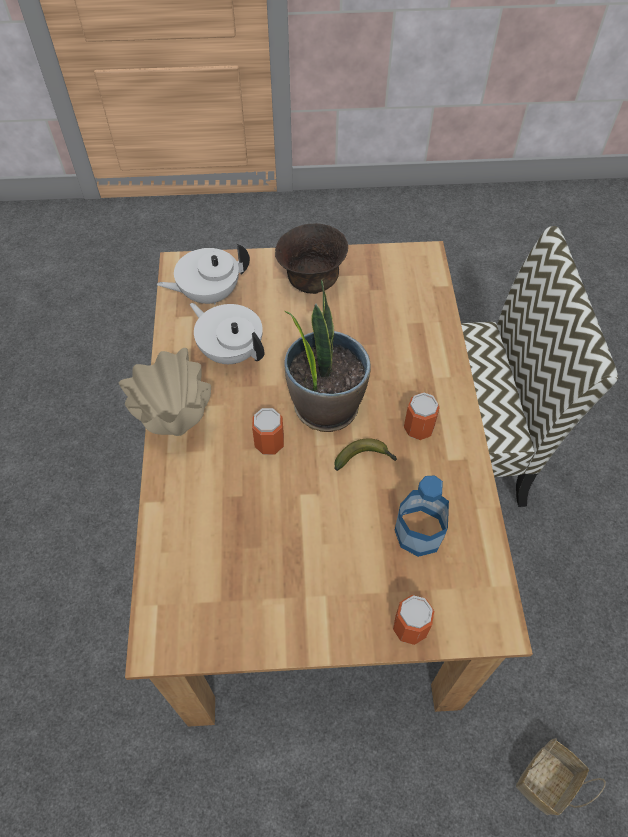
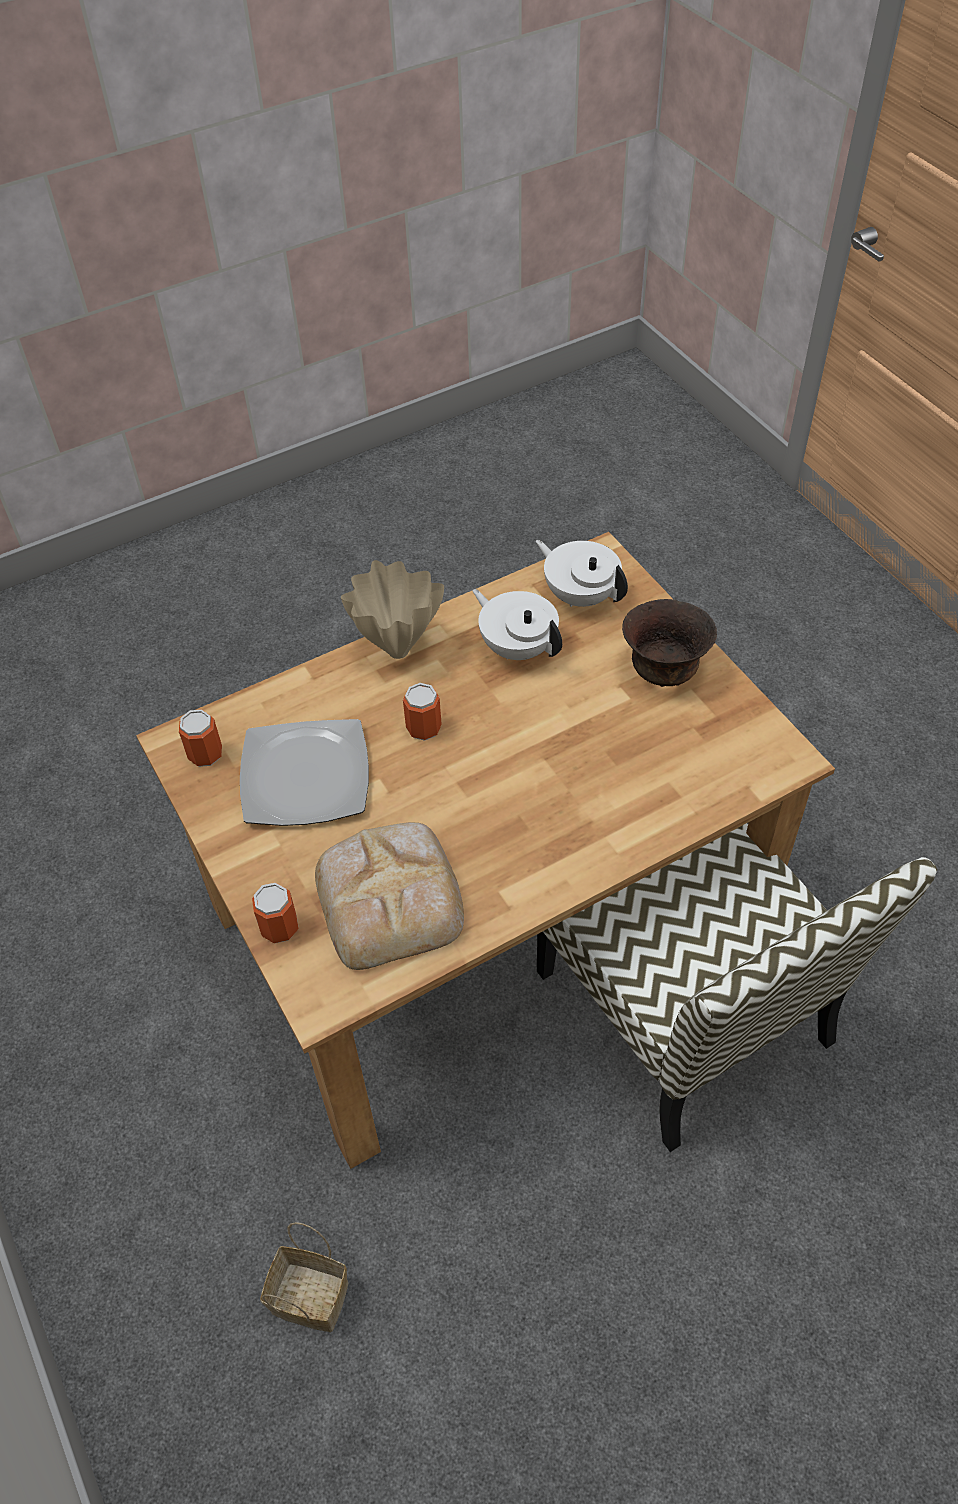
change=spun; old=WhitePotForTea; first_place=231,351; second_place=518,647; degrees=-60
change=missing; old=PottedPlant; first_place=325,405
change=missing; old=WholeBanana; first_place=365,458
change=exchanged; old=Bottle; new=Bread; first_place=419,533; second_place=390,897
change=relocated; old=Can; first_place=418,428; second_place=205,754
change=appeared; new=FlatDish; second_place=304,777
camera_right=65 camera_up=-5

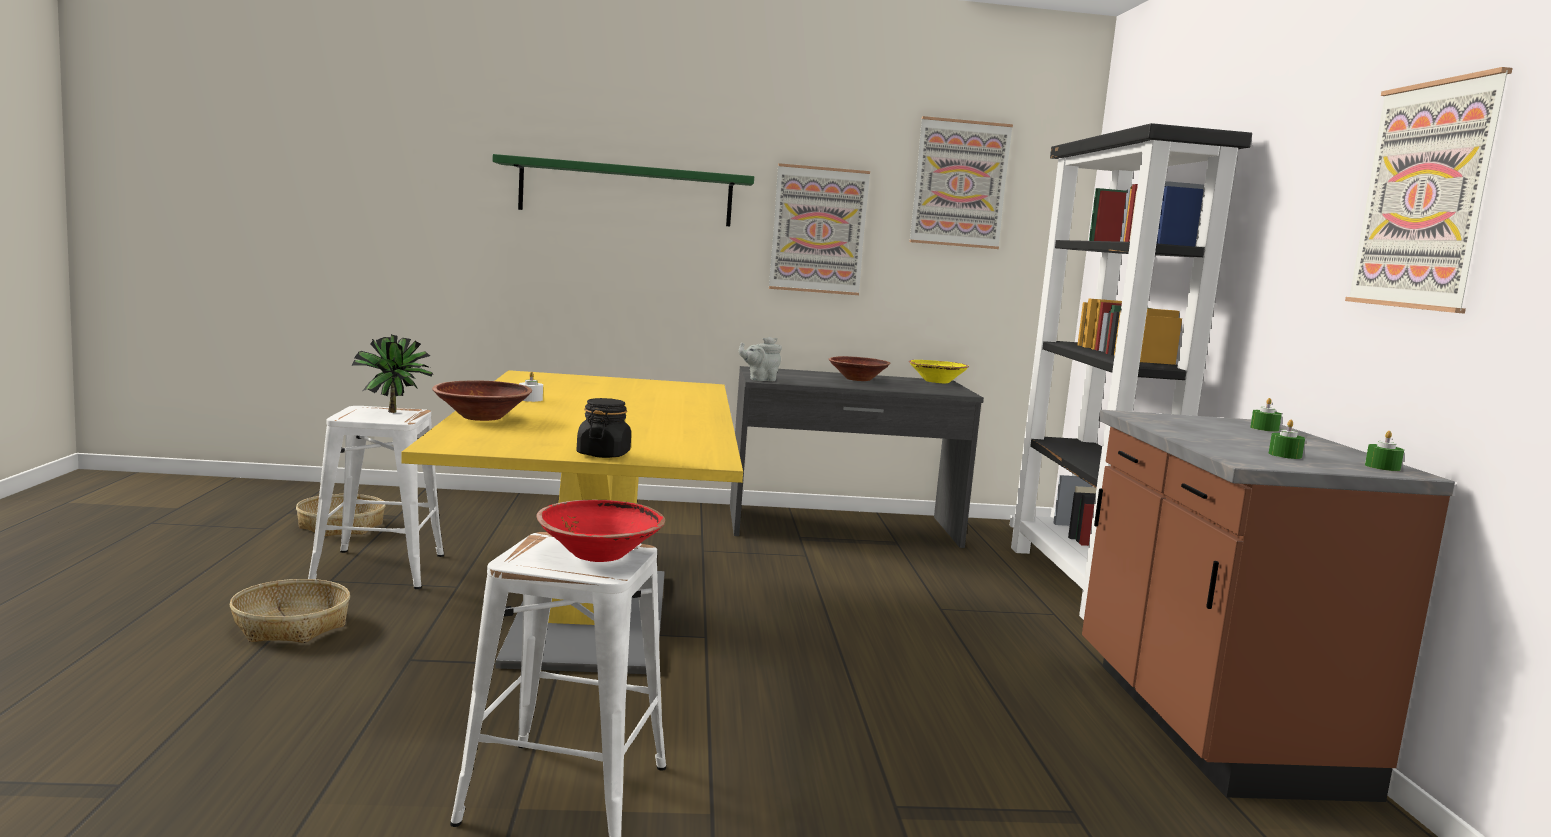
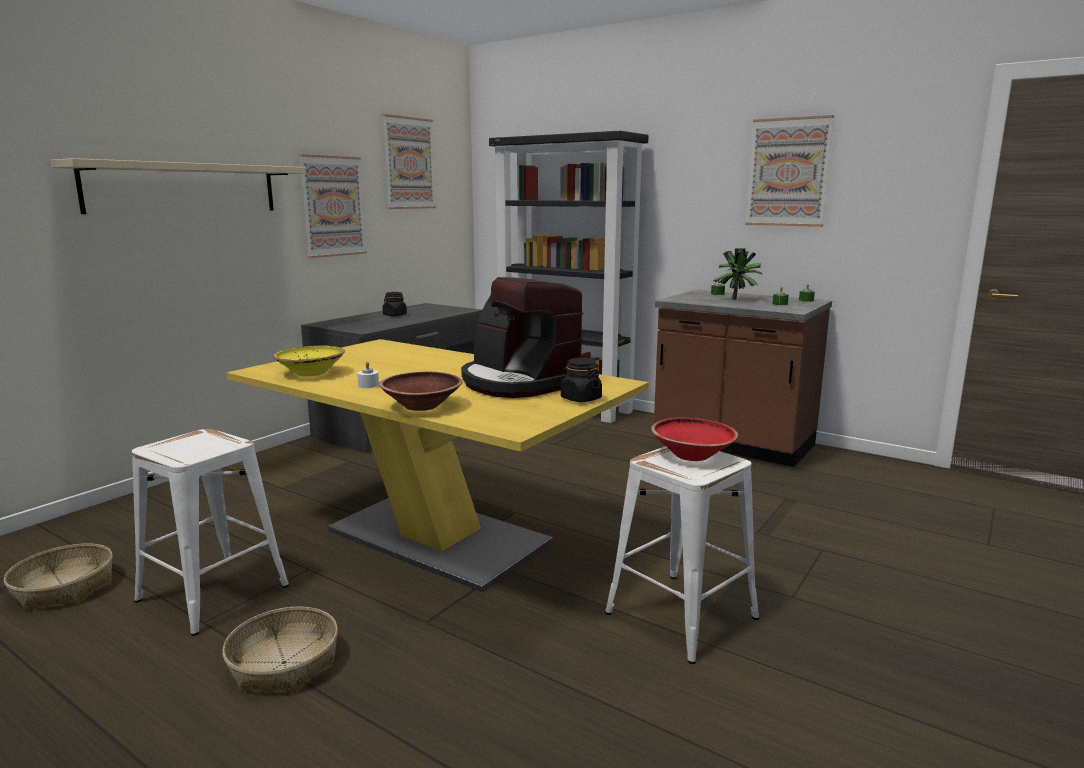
change=relocated; old=PottedPlant; first_place=394,413; second_place=737,299
change=colour; old=GreenColouredWallShelf; new=SandColouredWallShelf; first_place=626,193; second_place=184,188
change=missing; old=GrayPotForTea; first_place=760,379
change=exchanged; old=BrownishBowl; new=BlackColouredJar; first_place=858,379; second_place=394,315
change=relocated; old=YellowishBowl; first_place=937,381; second_place=311,373
change=appeared; new=CoffeeMaker; second_place=518,382
camera_right=-50 camera_up=5

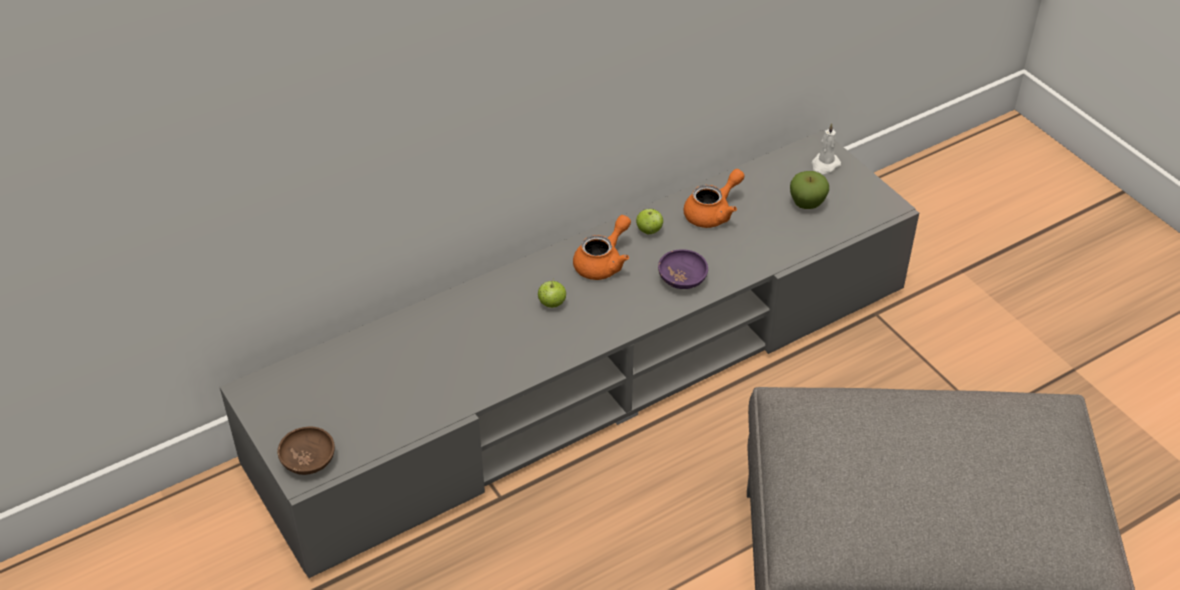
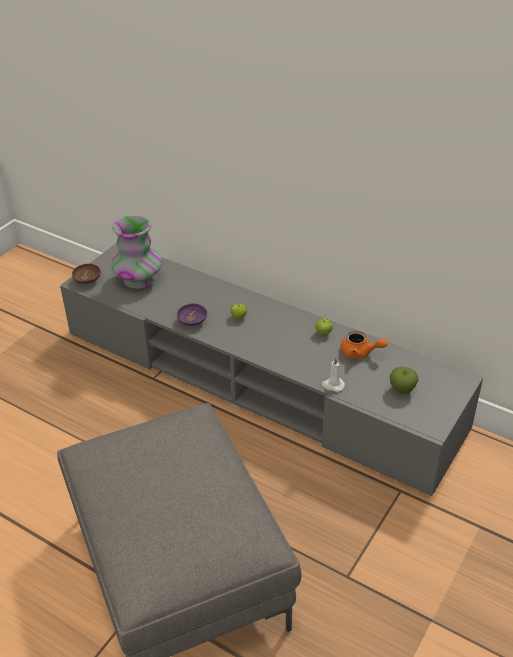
change=missing; old=OrangePotForTea; first_place=603,262
change=relocated; old=PurpleColouredBowl; first_place=682,279; second_place=192,321
change=relocated; old=WhiteCandle; first_place=824,165; second_place=332,385
change=appeared; new=FlowerVase; second_place=139,280
camera_right=65 camera_up=-5

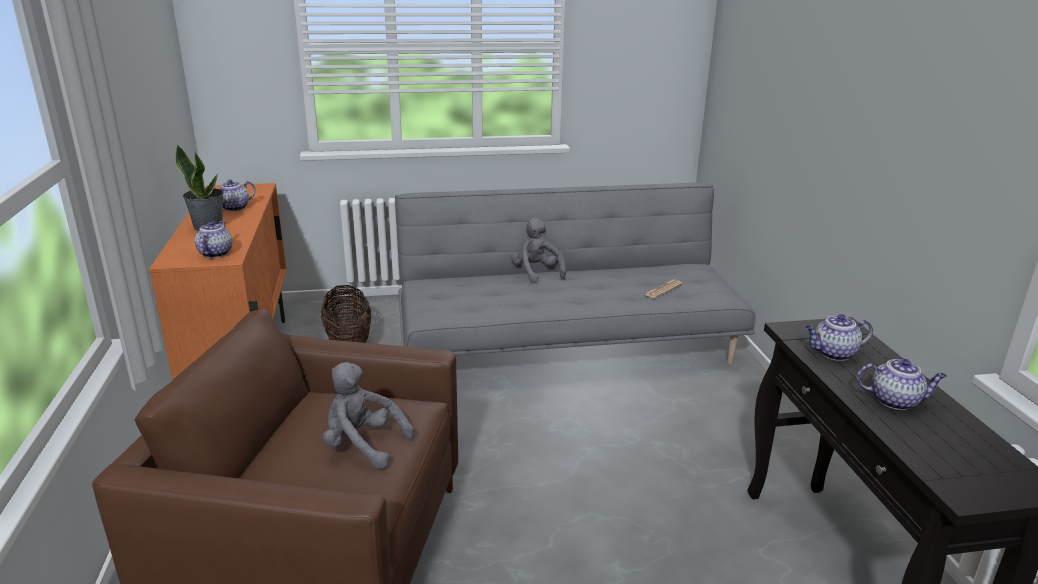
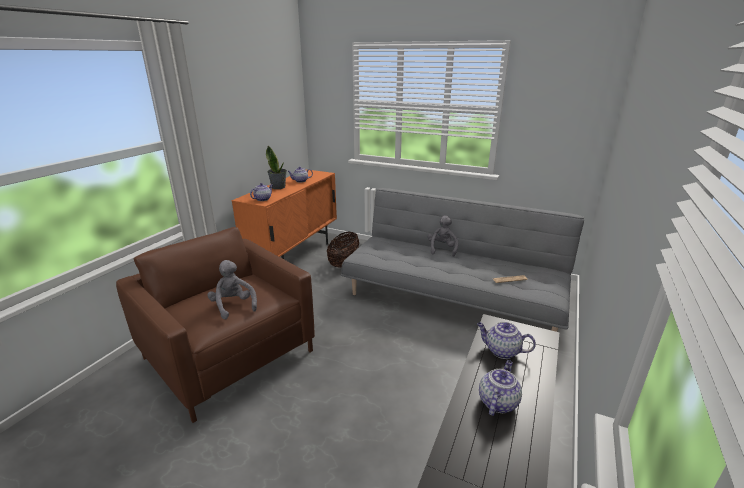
change=spun; old=PotForTea; first_place=895,400; second_place=497,402; degrees=-105
camera_right=35 camera_up=0

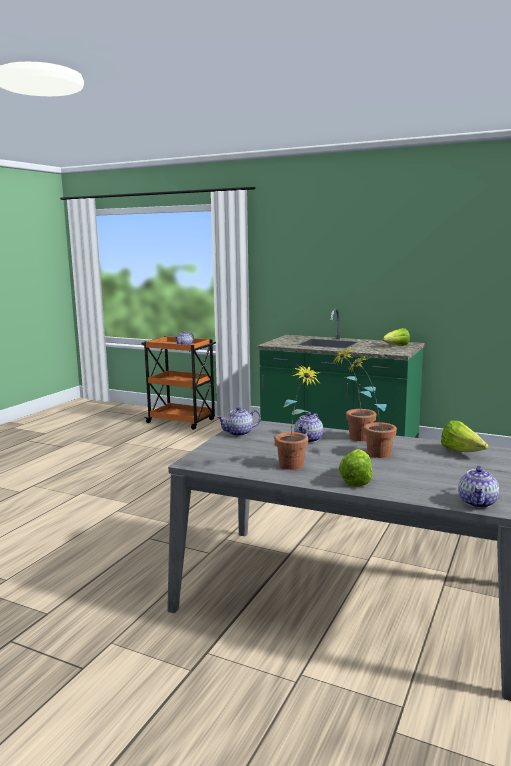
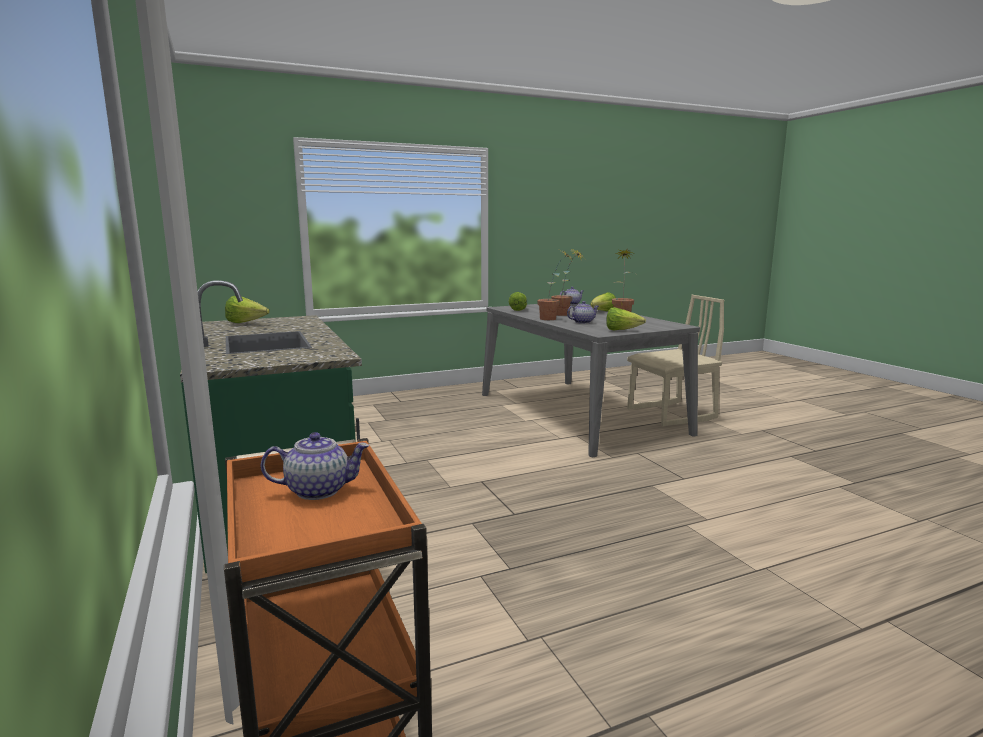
change=exchanged; old=PotForTea; new=LettuceHead; first_place=239,433; second_place=621,330
change=appeared; new=SandColouredUprightChair; second_place=671,414
camera_right=-140 camera_up=0

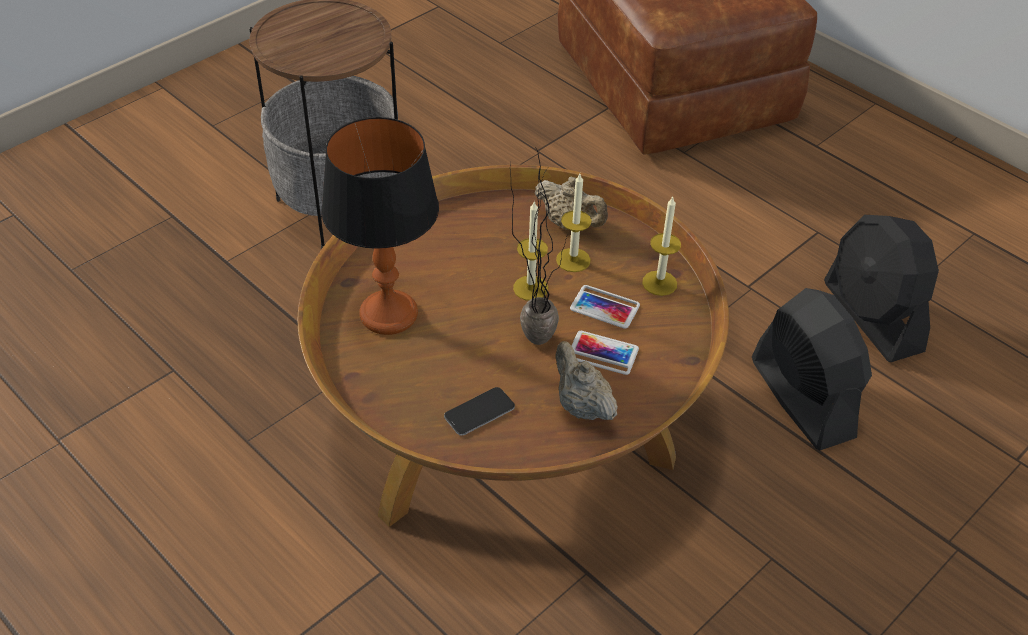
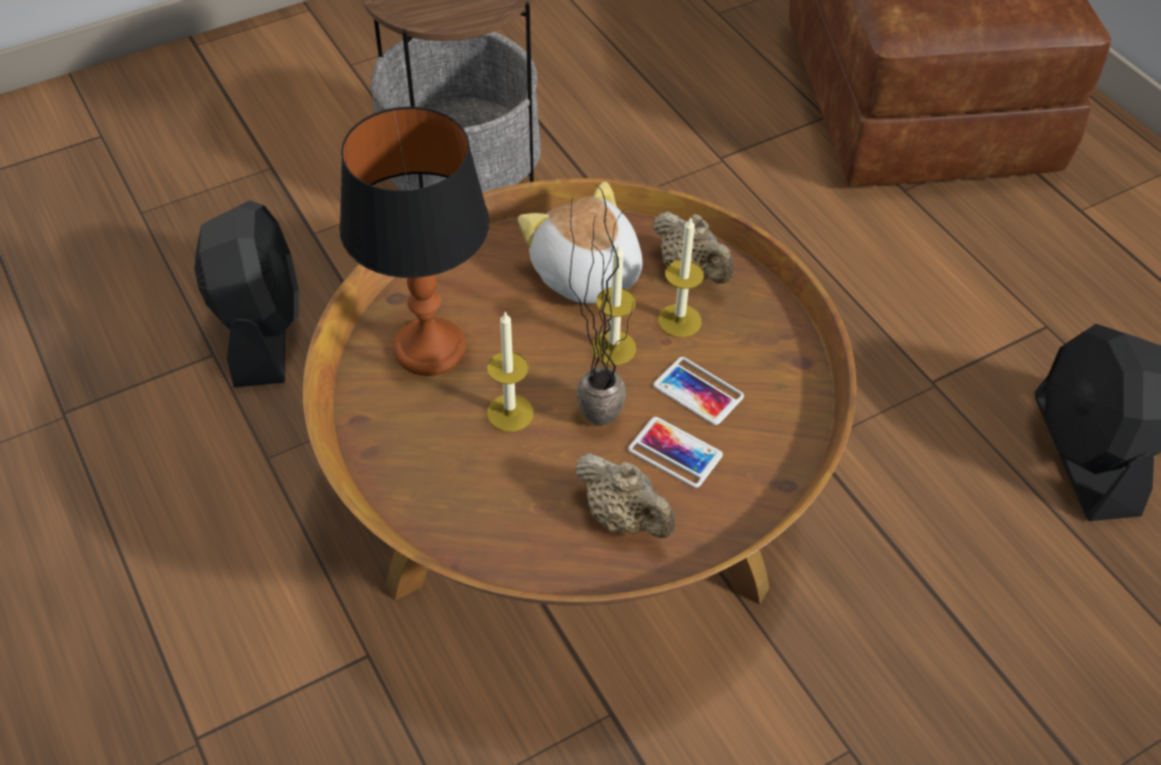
change=missing; old=Phone; first_place=479,412
change=spun; old=SandColouredPotForTea; first_place=581,406; second_place=624,518; degrees=150
change=relocated; old=Candle; first_place=659,283; second_place=510,413
change=relocated; old=BlackColouredCoolingFan; first_place=802,398; second_place=261,329
change=appeared; new=CuddlyToy; second_place=585,275
camera_right=15 camera_up=5

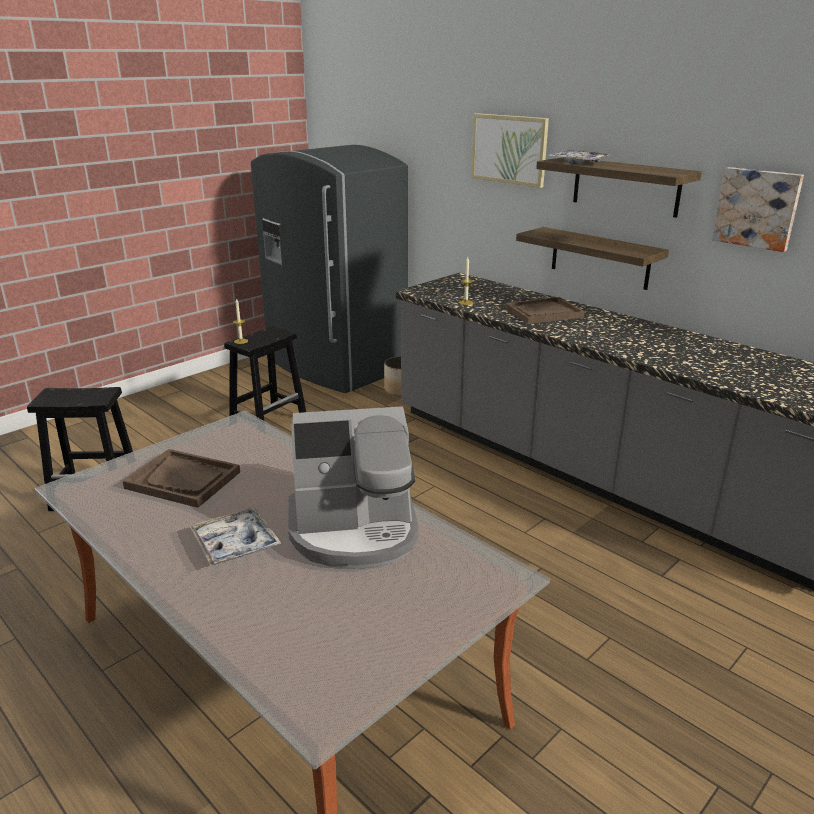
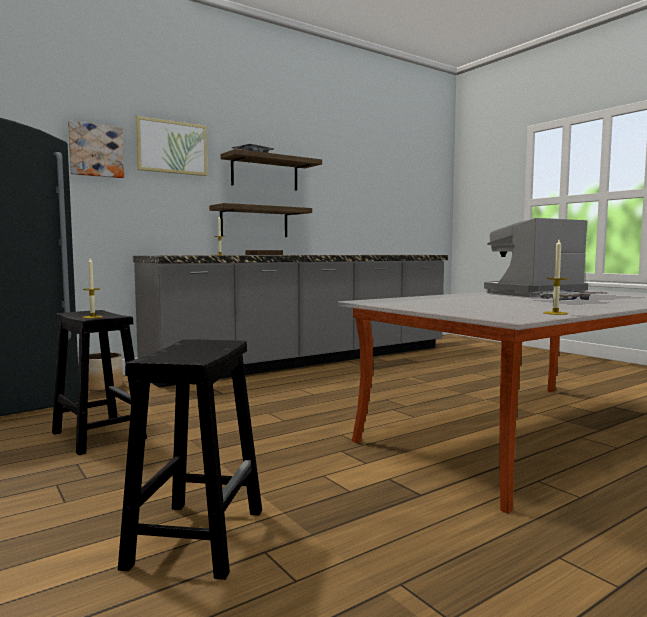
change=missing; old=BrownishCarryingTray; first_place=183,480
change=spun; old=CoffeeMaker; first_place=354,530; second_place=531,294; degrees=-120
change=relocated; old=Picture; first_place=757,208; second_place=96,151
change=appeared; new=Candle; second_place=555,313
camera_right=-80 camera_up=-20

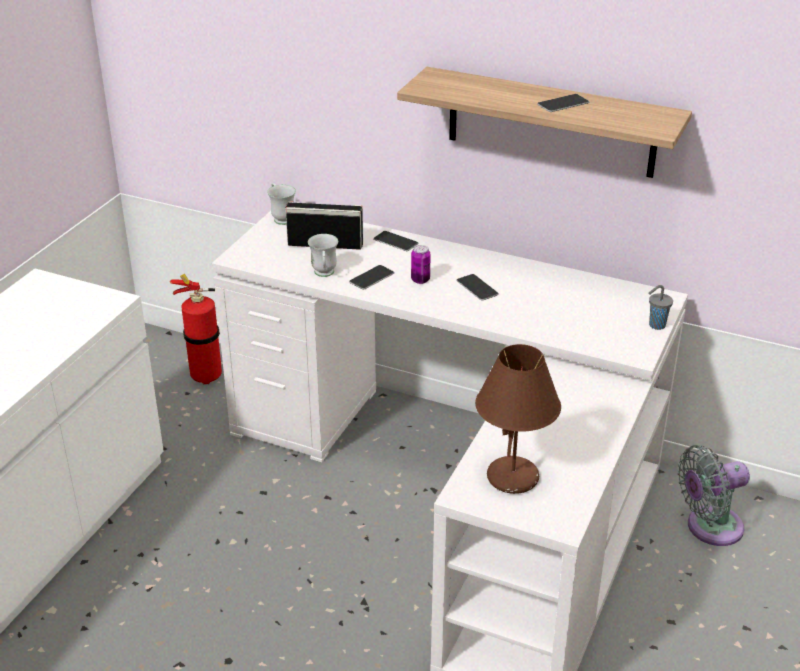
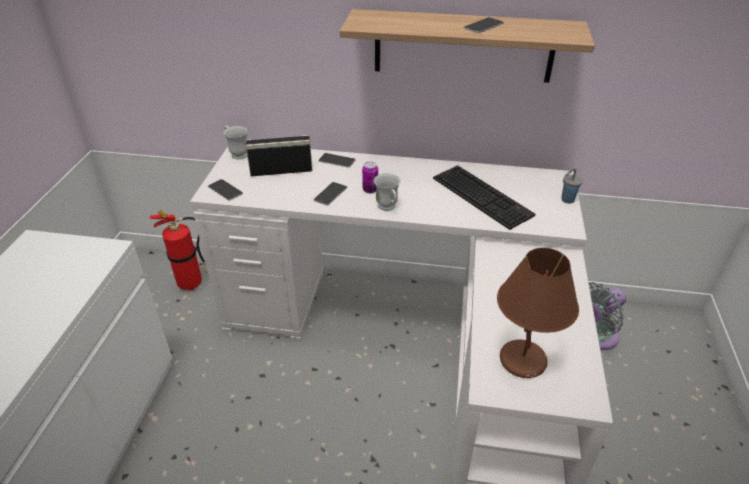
change=relocated; old=WhiteCoffeeMug; first_place=324,274; second_place=388,208
change=relocated; old=Phone; first_place=477,287; second_place=225,190
change=appeared; new=Keyboard; second_place=483,196
camera_right=-15 camera_up=5

